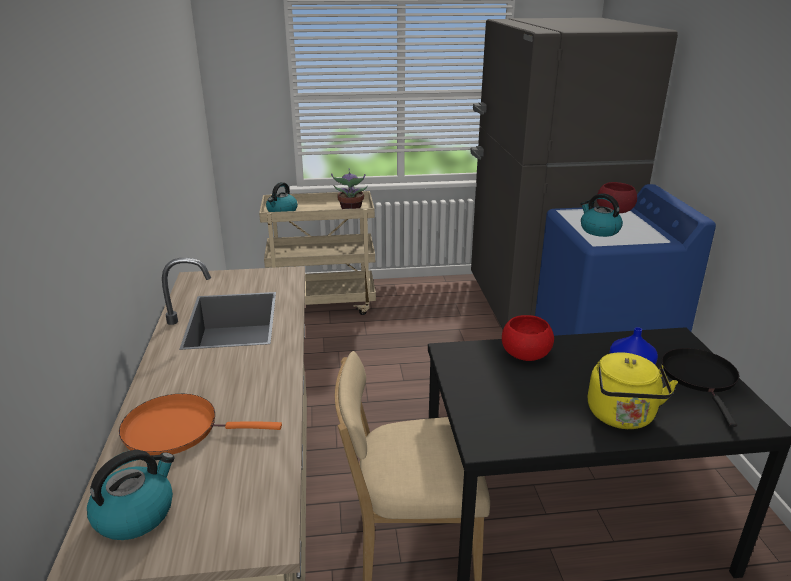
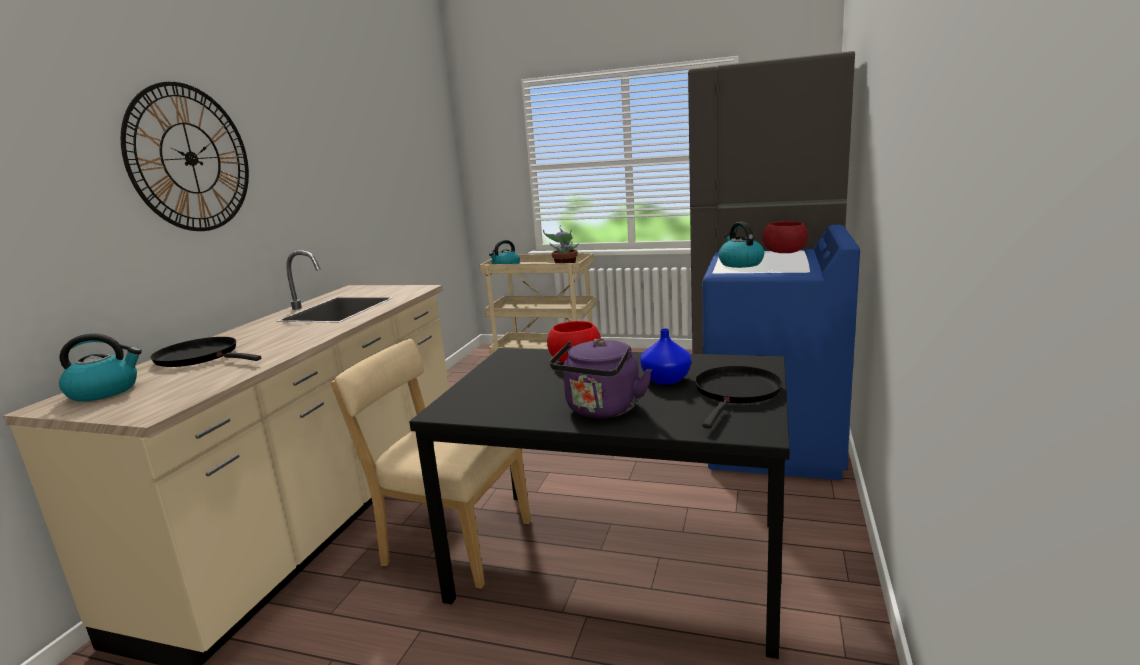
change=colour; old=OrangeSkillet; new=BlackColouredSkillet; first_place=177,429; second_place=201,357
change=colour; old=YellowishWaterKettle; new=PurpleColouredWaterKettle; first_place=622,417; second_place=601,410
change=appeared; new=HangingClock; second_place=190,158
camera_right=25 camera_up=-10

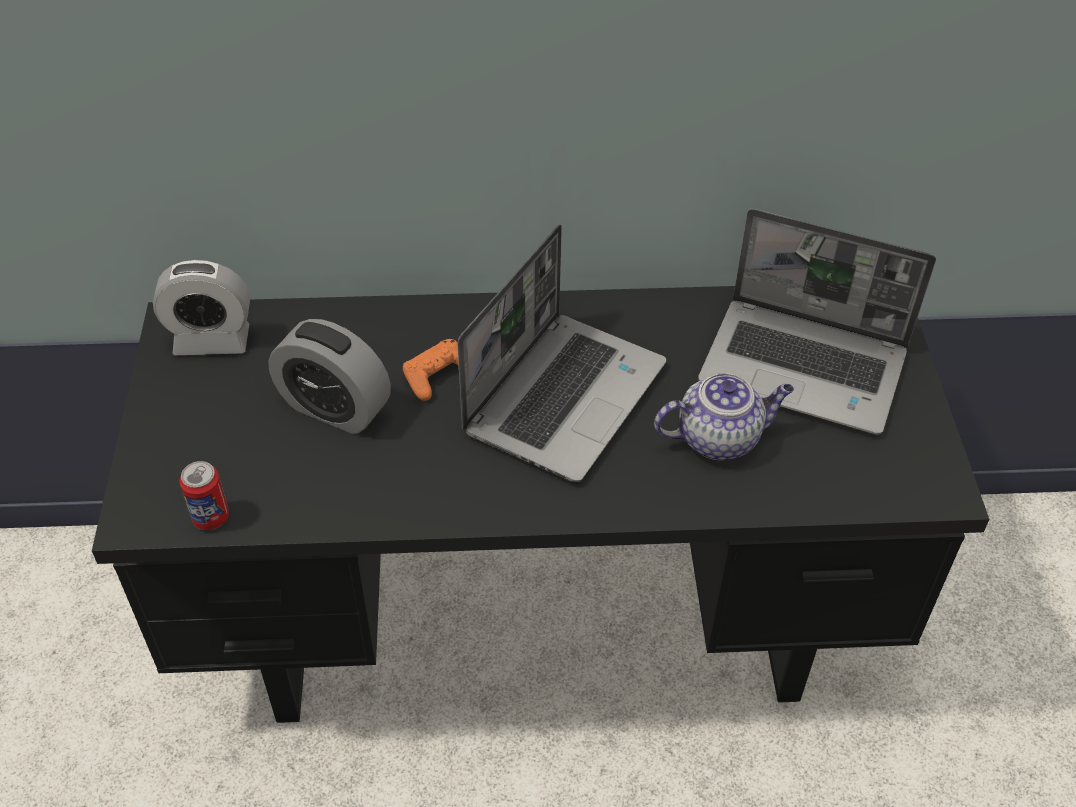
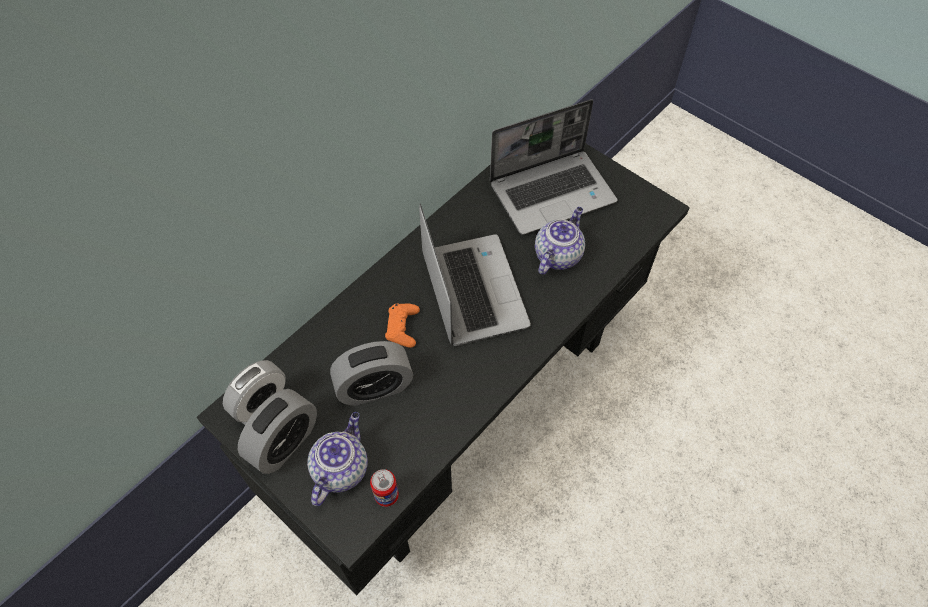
change=appeared; new=BedsideClock; second_place=284,443
change=appeared; new=PotForTea; second_place=340,468
camera_right=-45 camera_up=10

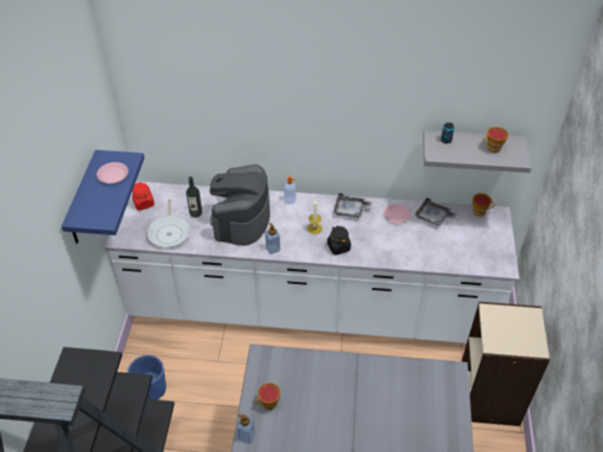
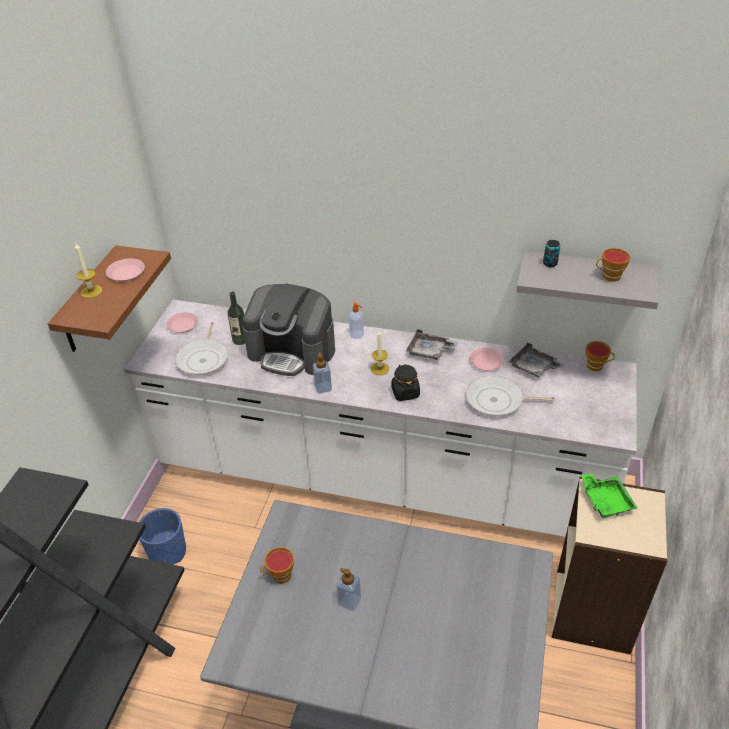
change=colour; old=BluishWallShelf; new=BrownishWallShelf; first_place=83,200; second_place=89,302
change=exchanged; old=ReddishJar; new=PinkColouredFlatDish; first_place=144,203; second_place=182,325
change=spun; old=CoffeeMaker; first_place=241,220; second_place=292,352; degrees=-90
change=relocated; old=SoapBottle; first_place=246,436; second_place=349,601
change=appeared; new=Candle; second_place=91,291
change=appeared; new=Skillet; second_place=498,400
change=appeared; new=GreenColouredCarryingTray; second_place=606,500
camera_right=10 camera_up=-5

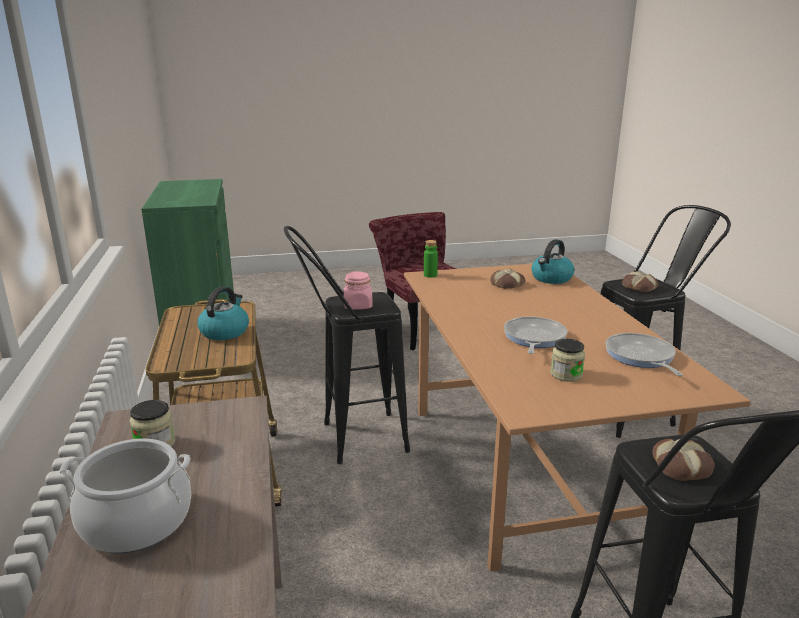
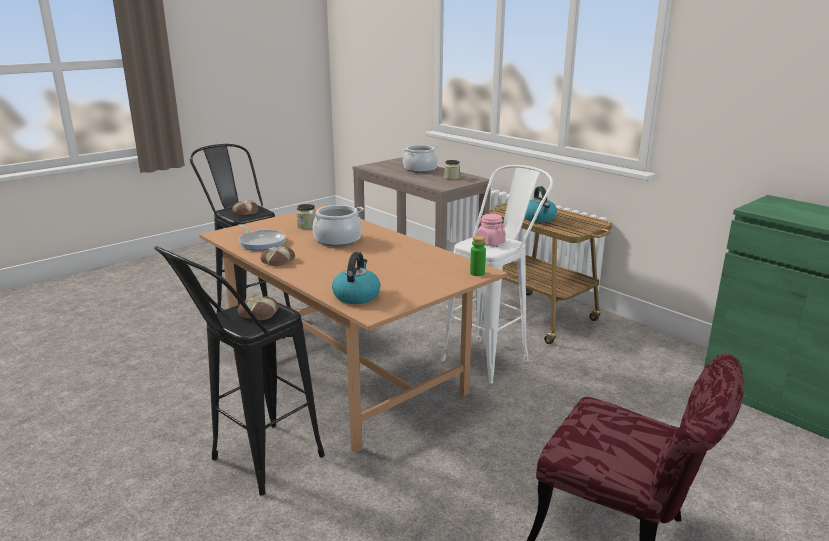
change=colour; old=BlackColouredStool; new=WhiteStool; first_place=350,440; second_place=492,356
change=relocated; old=Bread; first_place=507,284; second_place=277,260
change=exchanged; old=Skillet; new=Saucepot; first_place=533,338; second_place=337,240
camera_right=150 camera_up=0

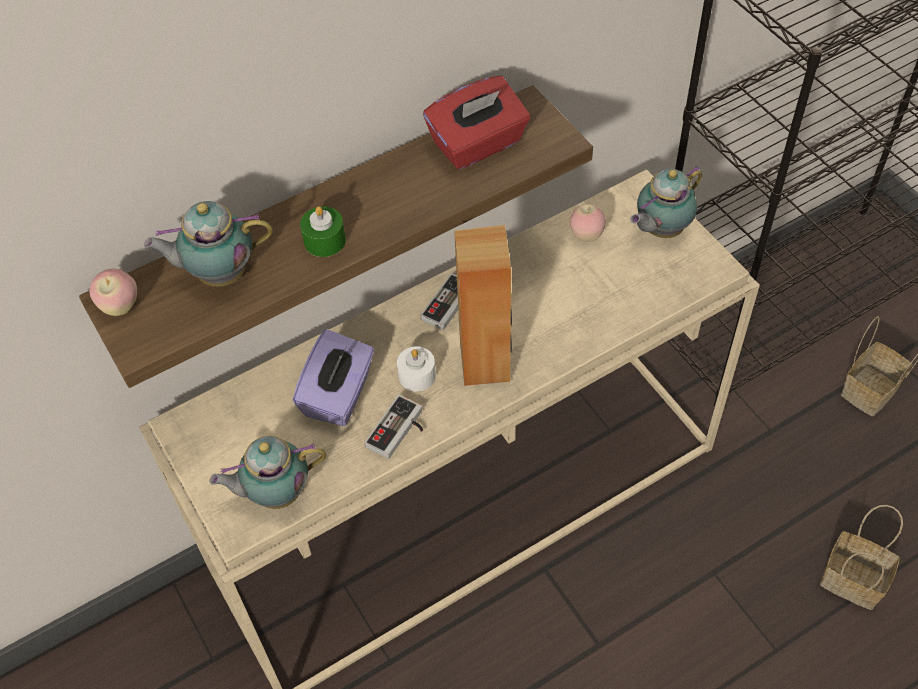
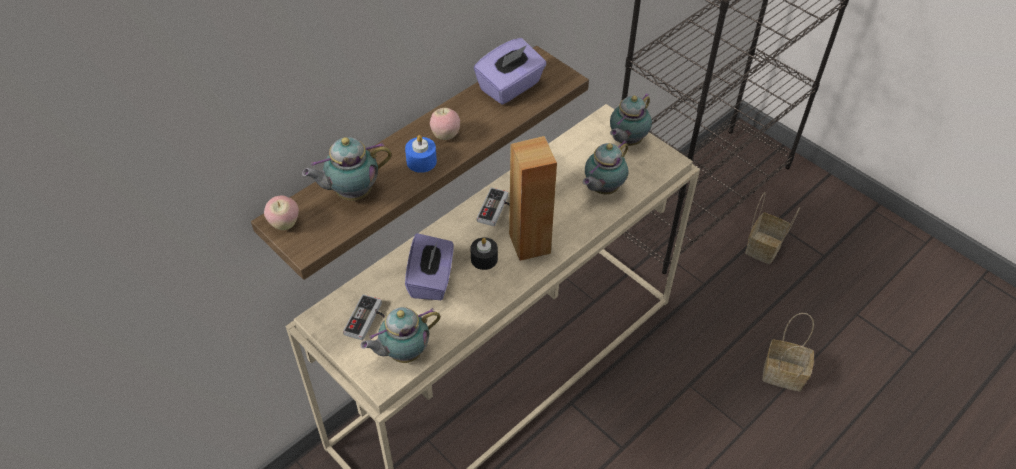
change=colour; old=GreenColouredCandle; new=BluishCandle; first_place=324,240; second_place=421,161
change=relocated; old=GameController; first_place=399,432; second_place=367,320
change=colour; old=WhiteCandle; new=BlackColouredCandle; first_place=417,375; second_place=484,259
change=colour; old=ReddishTissueHolder; new=PurpleColouredTissueHolder; first_place=478,144; second_place=510,87
change=relocated; old=WholeApple; first_place=586,235; second_place=445,135
change=appeared; new=PotForTea; second_place=602,189
camera_right=-15 camera_up=-5

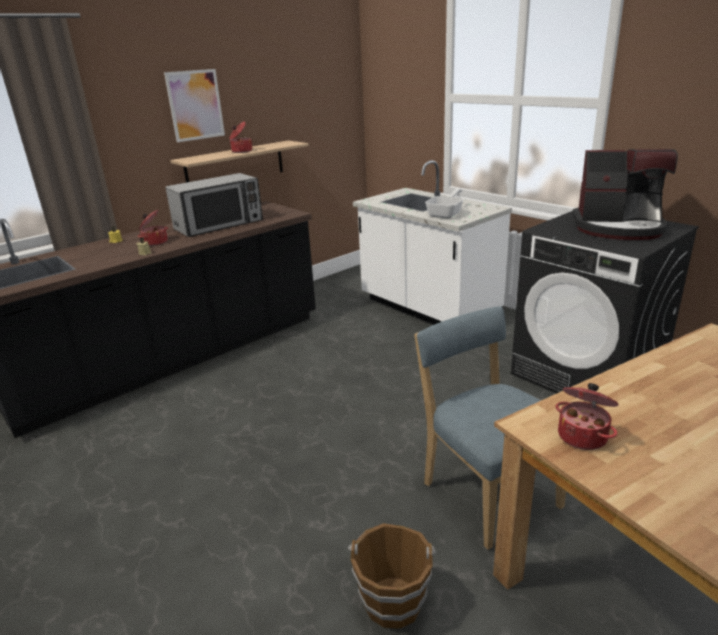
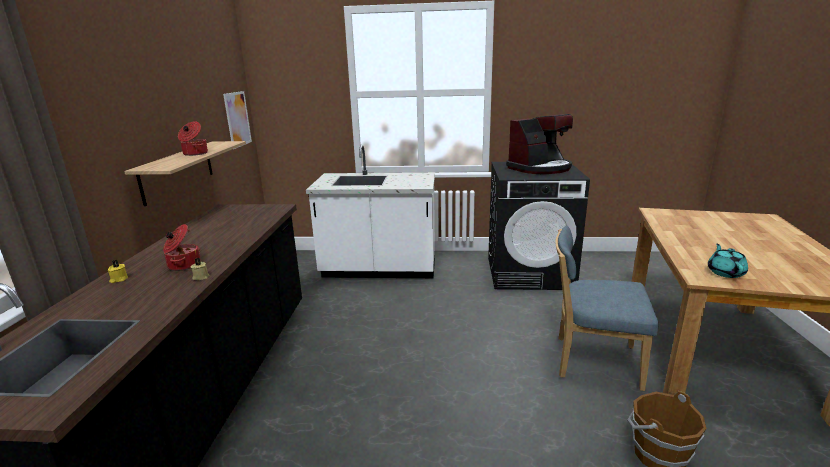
change=relocated; old=Picture; first_place=195,105; second_place=237,119
change=missing; old=KitchenMicrowave; first_place=219,225
change=missing; old=Skillet; first_place=446,214
change=exchanged; old=Saucepot; new=TurquoiseColouredPotForTea; first_place=583,436; second_place=725,272
camera_right=-45 camera_up=-5

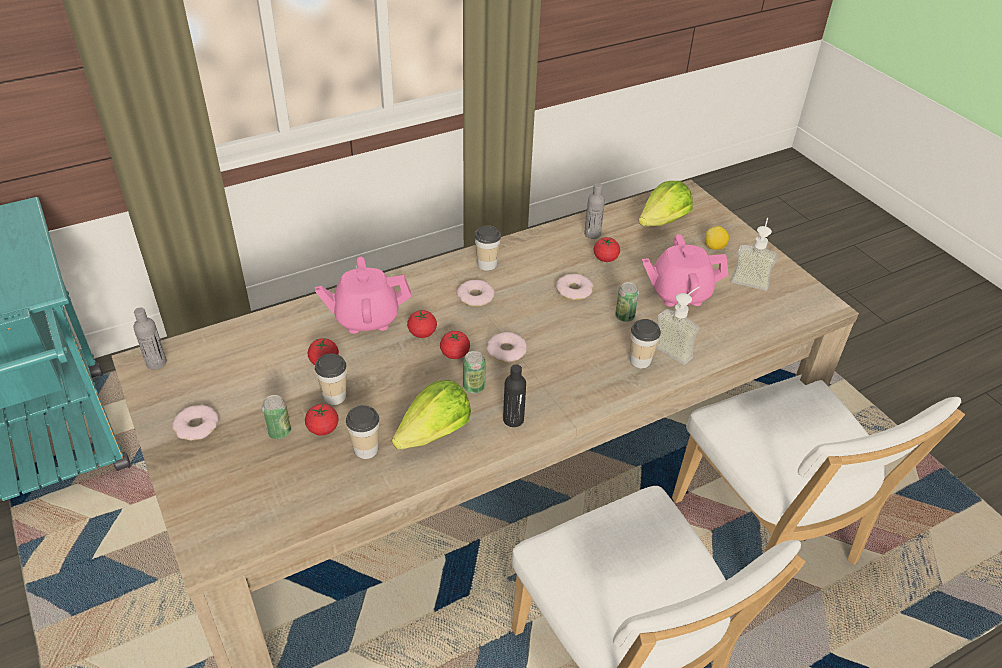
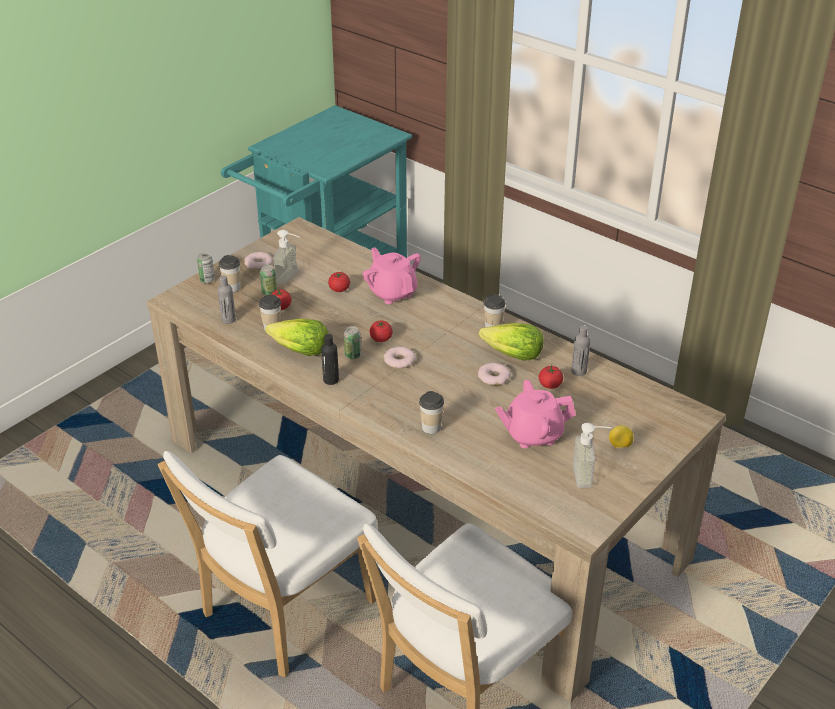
change=relocated; old=GrayBottle; first_place=156,363; second_place=228,320
change=relocated; old=Cup; first_place=335,396; second_place=232,288
change=missing; old=Tomato; first_place=422,333
change=missing; old=RingDoughnut; first_place=475,296
change=relocated; old=Can; first_place=624,316; second_place=207,280
change=relocated; old=LettuceHead; first_place=663,222; second_place=512,355
change=spun; old=PinkColouredPotForTea; first_place=679,293; second_place=533,434; degrees=-75
change=relocated; old=SoapBottle; first_place=677,348; second_place=292,277
camera_right=70 camera_up=-5

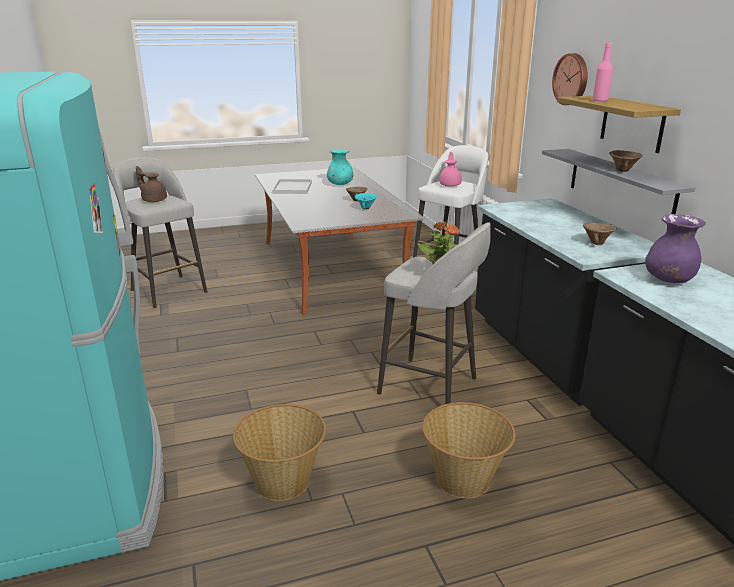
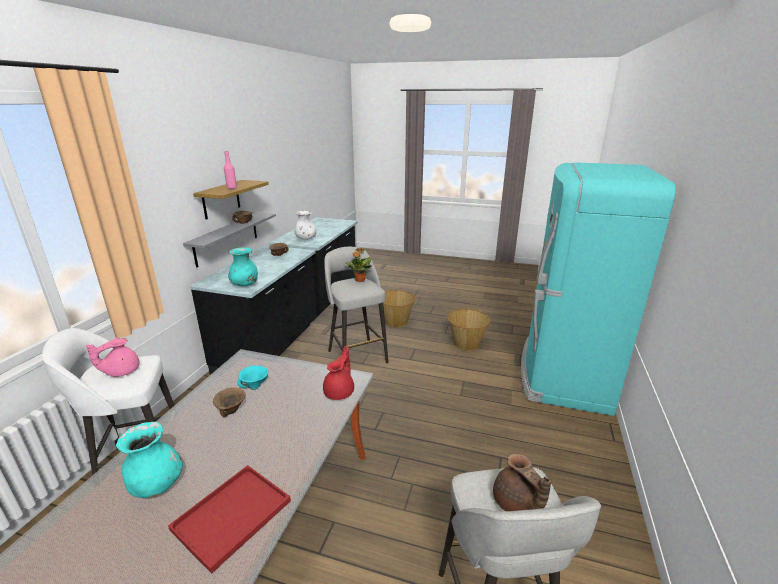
change=colour; old=WhiteCarryingTray; new=ReddishCarryingTray; first_place=293,188; second_place=233,513
change=missing; old=HangingClock; first_place=571,79
change=colour; old=PurpleColouredFlowerVase; new=WhiteFlowerVase; first_place=668,280; second_place=306,239
change=appeared; new=TurquoiseColouredFlowerVase; second_place=245,285
change=appeared; new=ReddishPotForTea; second_place=340,392
camera_right=-145 camera_up=0

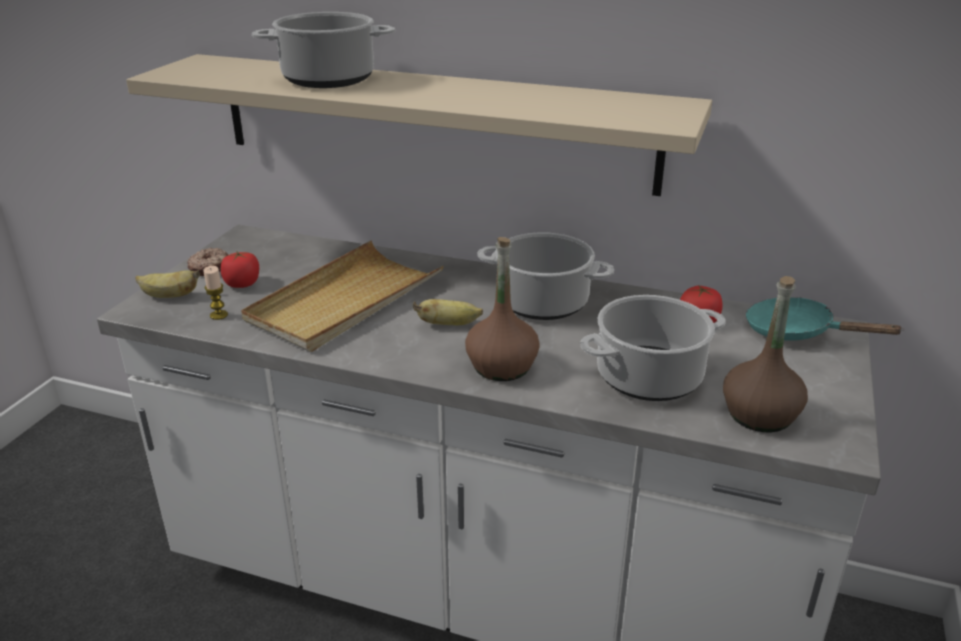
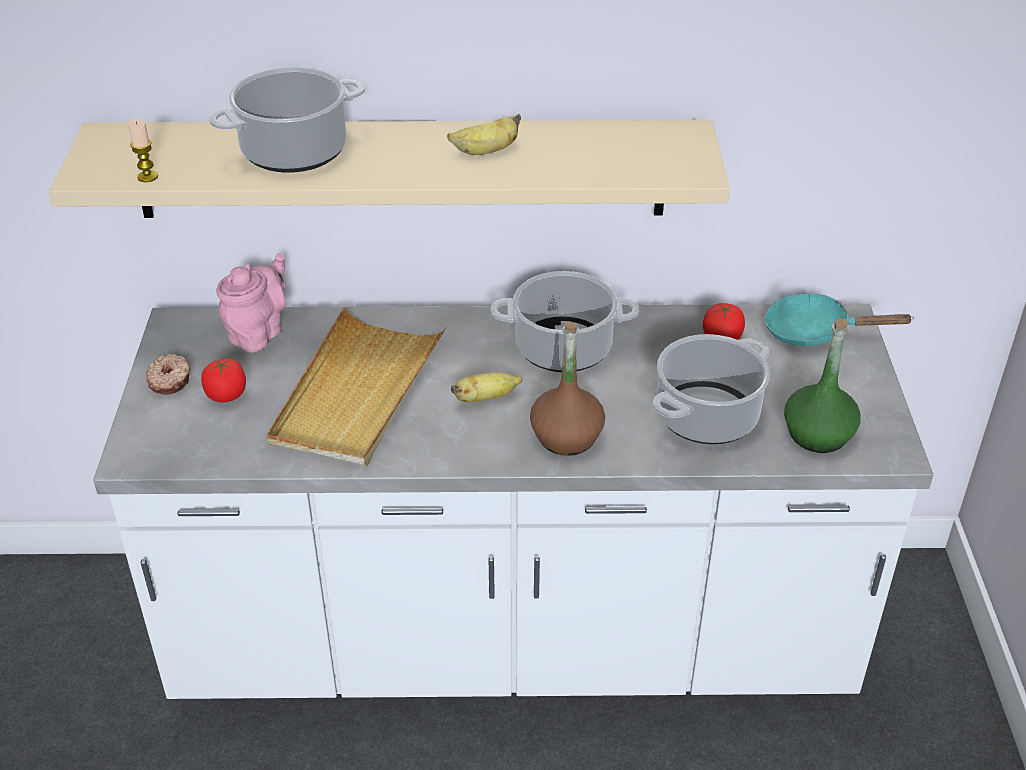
change=relocated; old=WholeBanana; first_place=169,296; second_place=485,151
change=relocated; old=Candle; first_place=219,315; second_place=147,177
change=colour; old=BrownishBottle; new=GreenColouredBottle; first_place=760,415; second_place=818,435
change=appeared; new=PinkColouredPotForTea; second_place=259,333
camera_right=-20 camera_up=10

